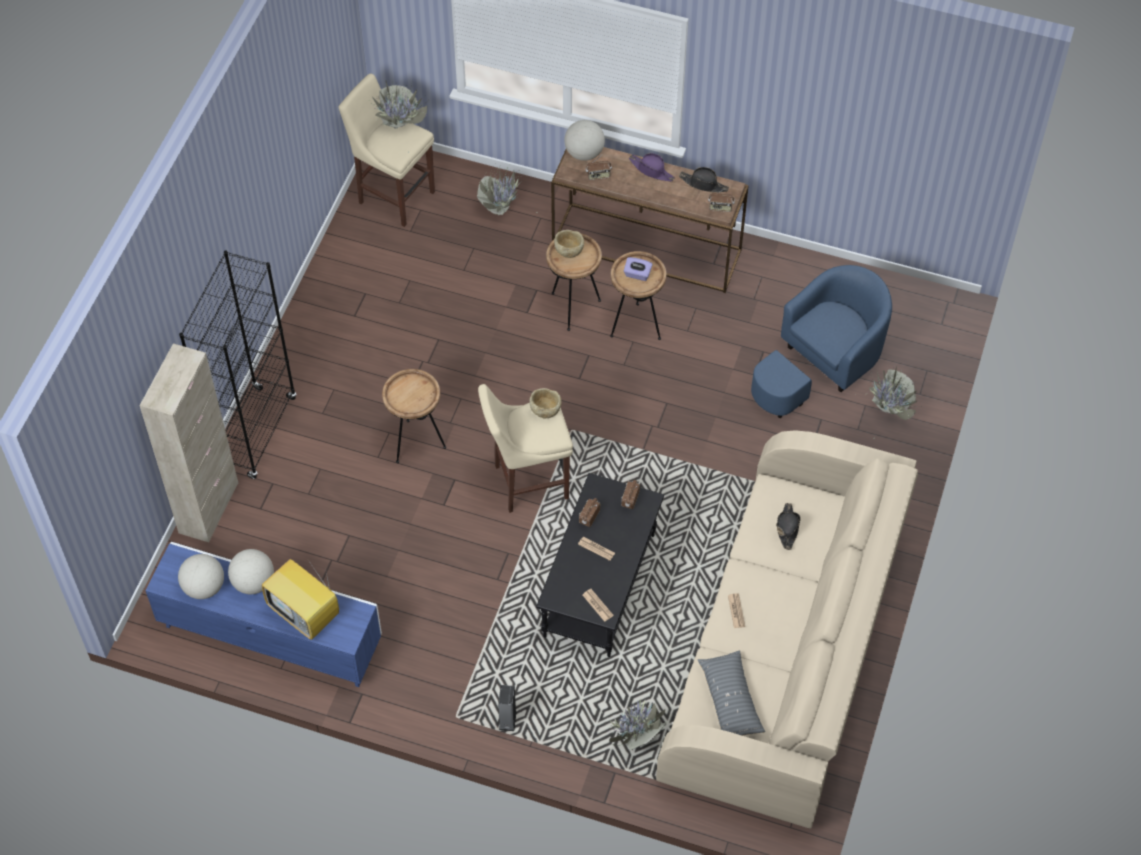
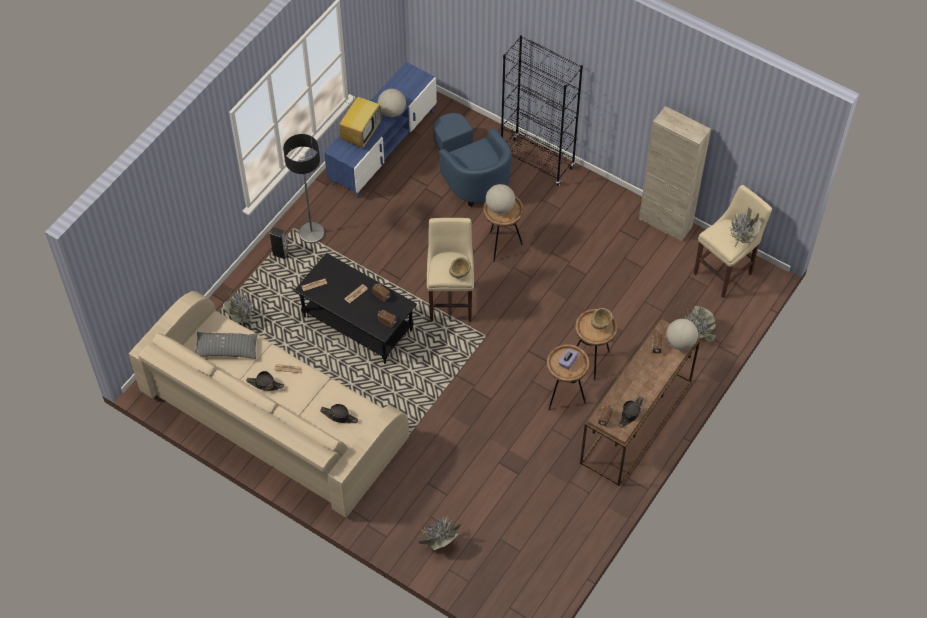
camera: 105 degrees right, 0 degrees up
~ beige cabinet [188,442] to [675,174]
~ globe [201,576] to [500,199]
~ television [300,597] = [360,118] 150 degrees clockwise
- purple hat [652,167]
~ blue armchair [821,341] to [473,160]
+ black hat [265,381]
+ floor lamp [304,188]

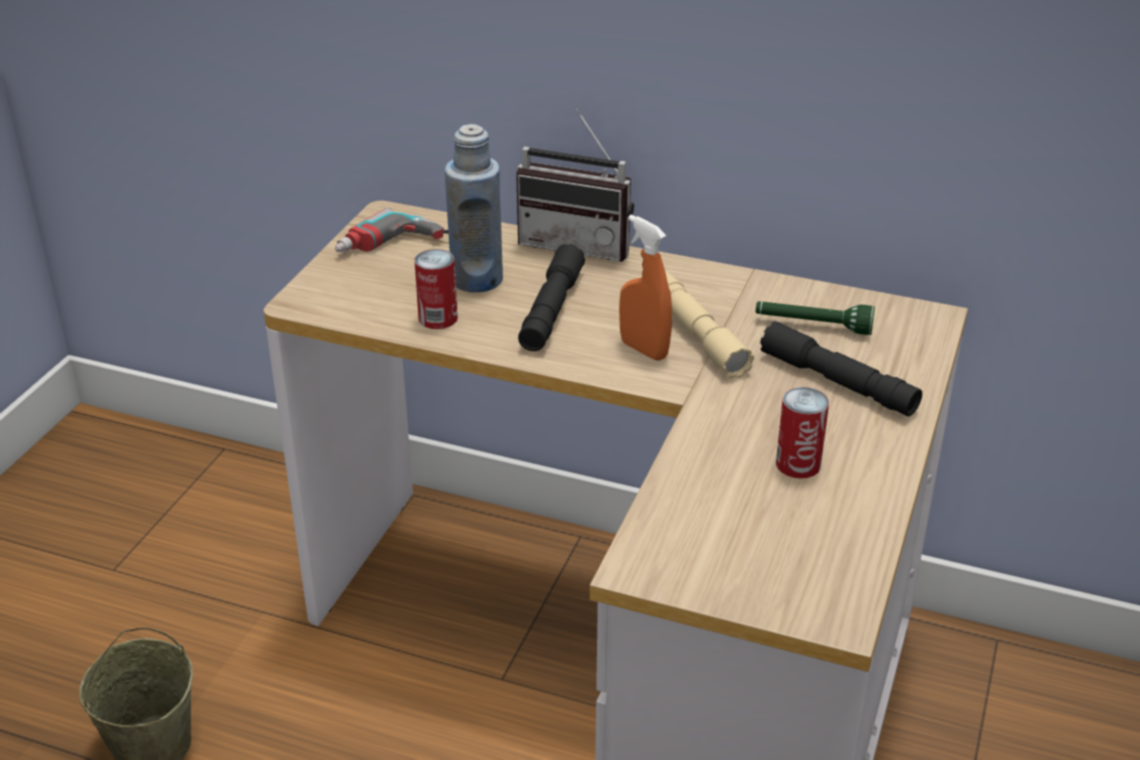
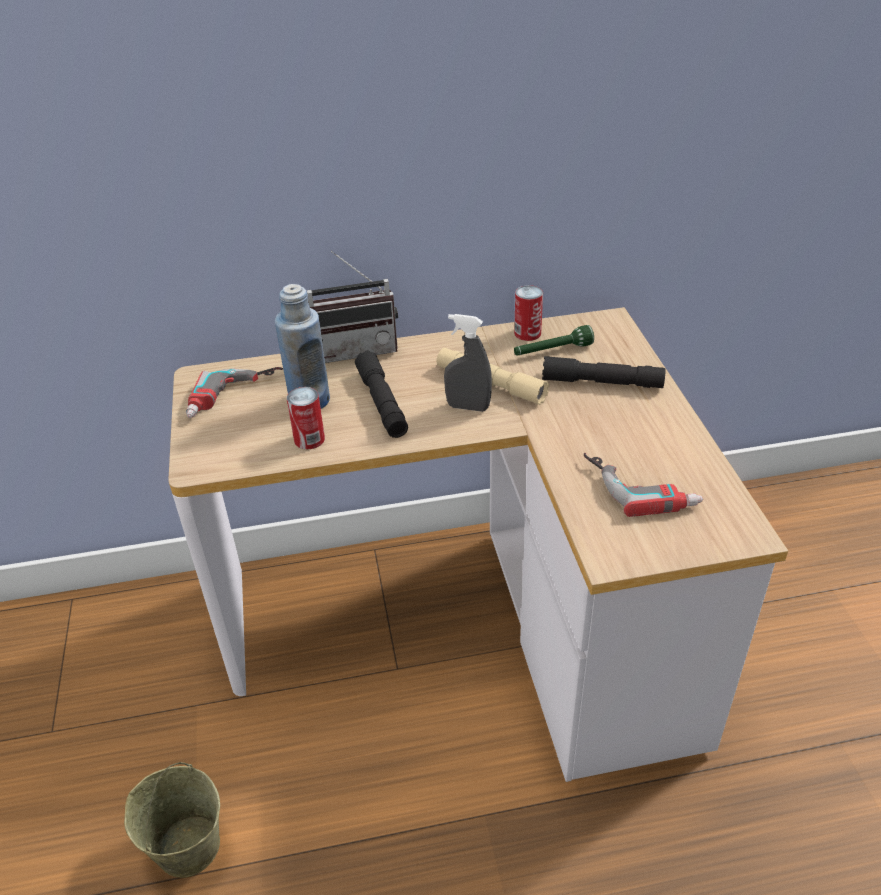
camera: 30 degrees left, 5 degrees up
~ orange spray bottle [645,288] to grey spray bottle [468,363]
~ can [802,433] to [528,313]
+ power drill [643,485]

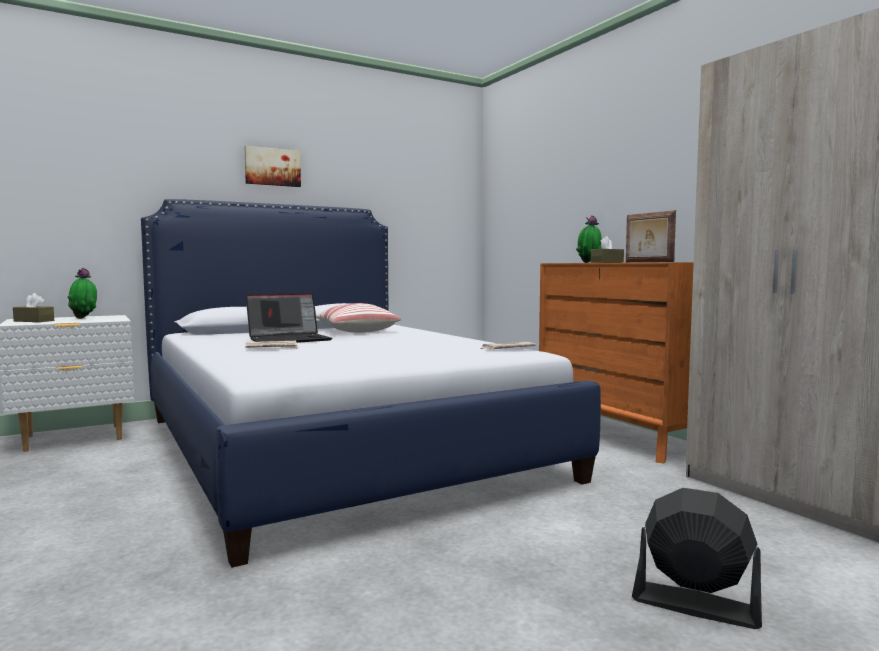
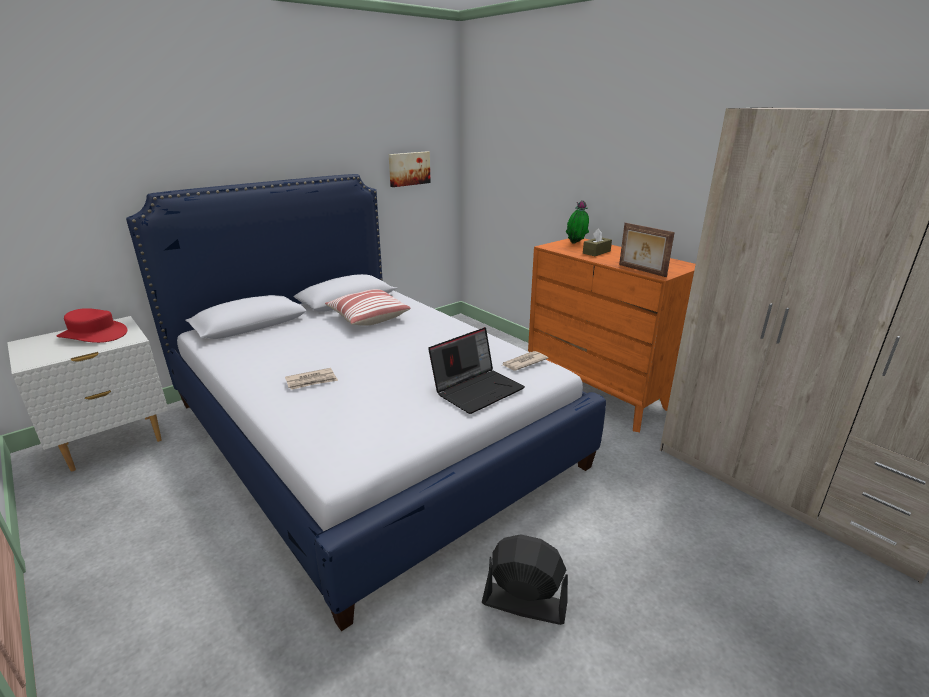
camera: 10 degrees left, 20 degrees up
- brown tissue box [33,307]
~ potted plant [82,293] to red hat [92,325]
~ picture [272,166] to [410,169]
~ laptop [289,318] to [476,370]
~ black fan [697,558] to [525,579]

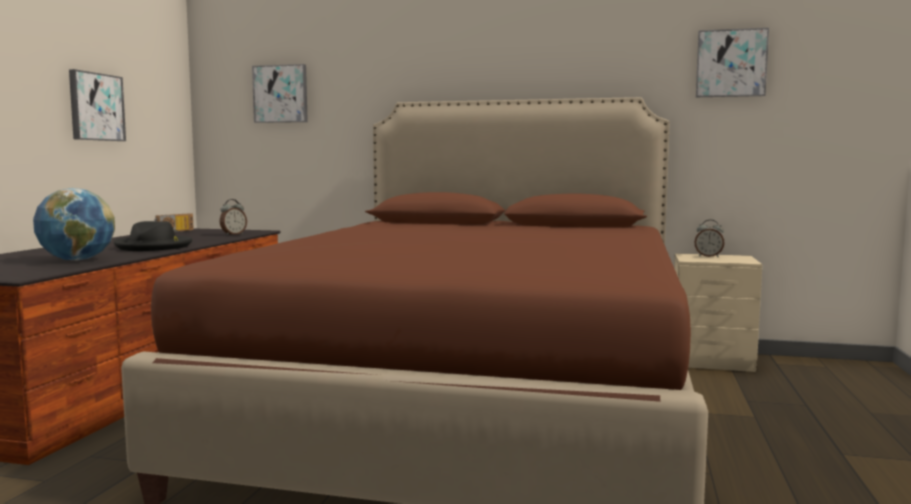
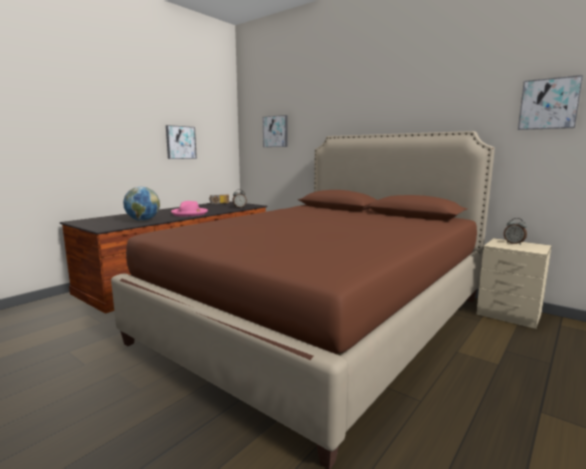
camera: 25 degrees right, 5 degrees up
~ black hat [153,236] to pink hat [189,208]

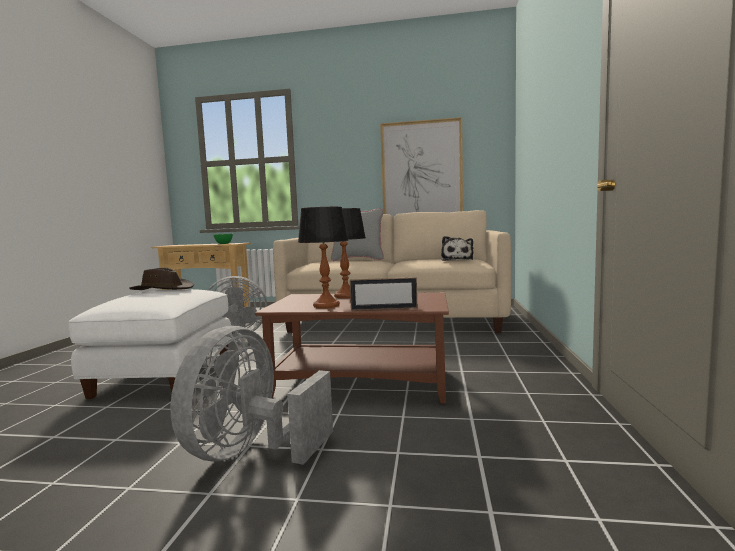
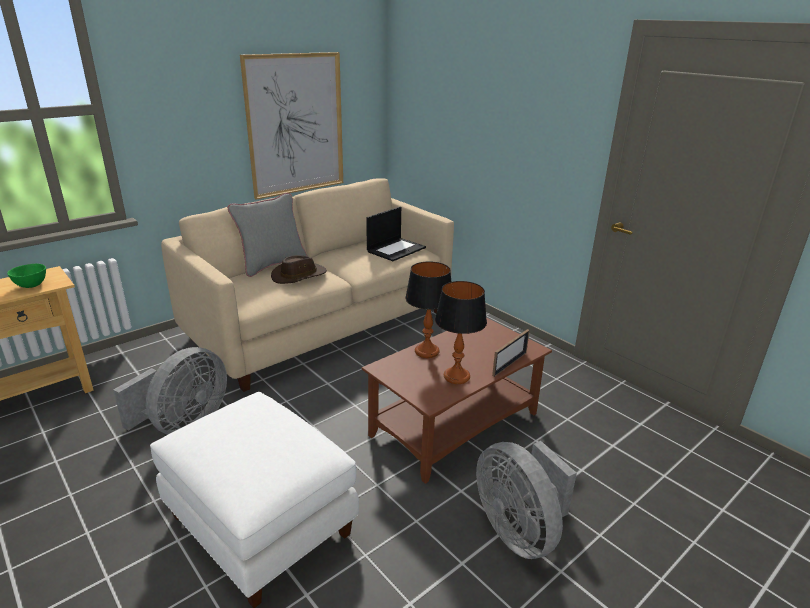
camera: 50 degrees left, 20 degrees up
~ brown hat [161,278] to [299,269]
~ plush toy [457,248] to laptop [396,234]

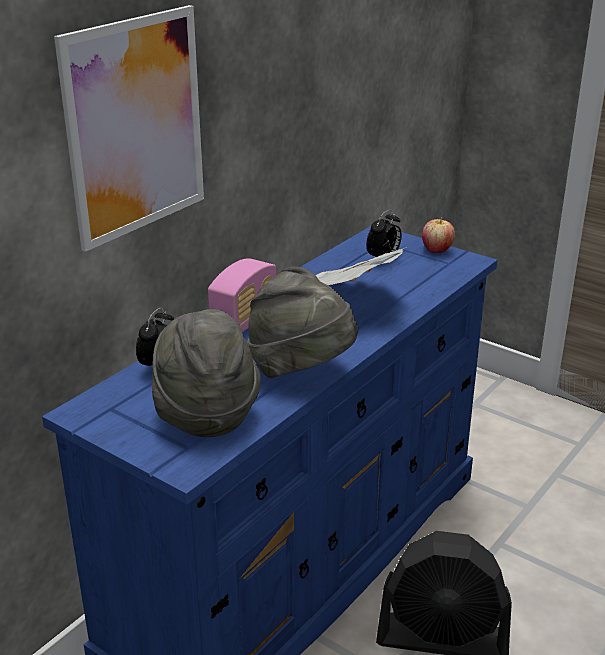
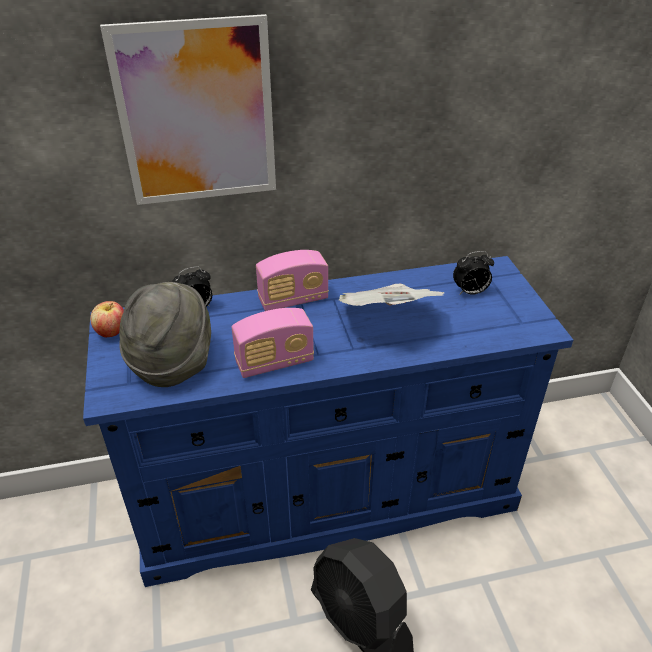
camera: 40 degrees right, 10 degrees up
~ grey hat [302,322] to radio [272,343]
~ apple [438,235] to [107,319]

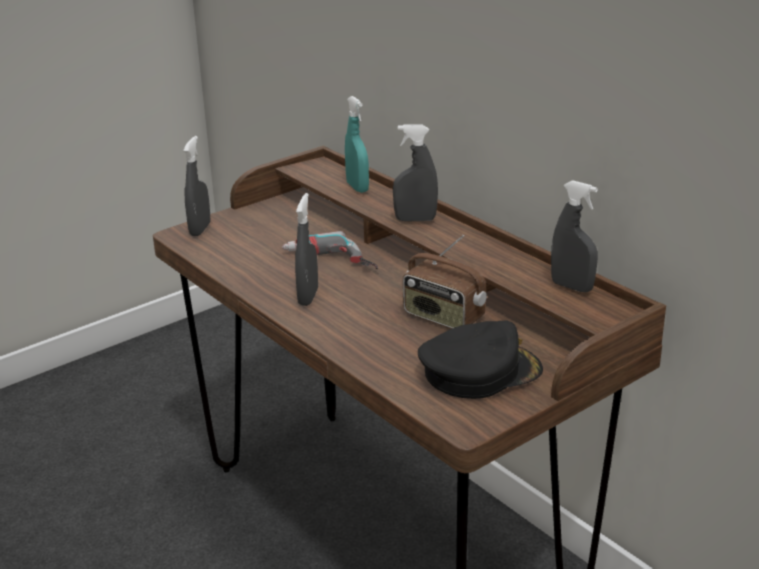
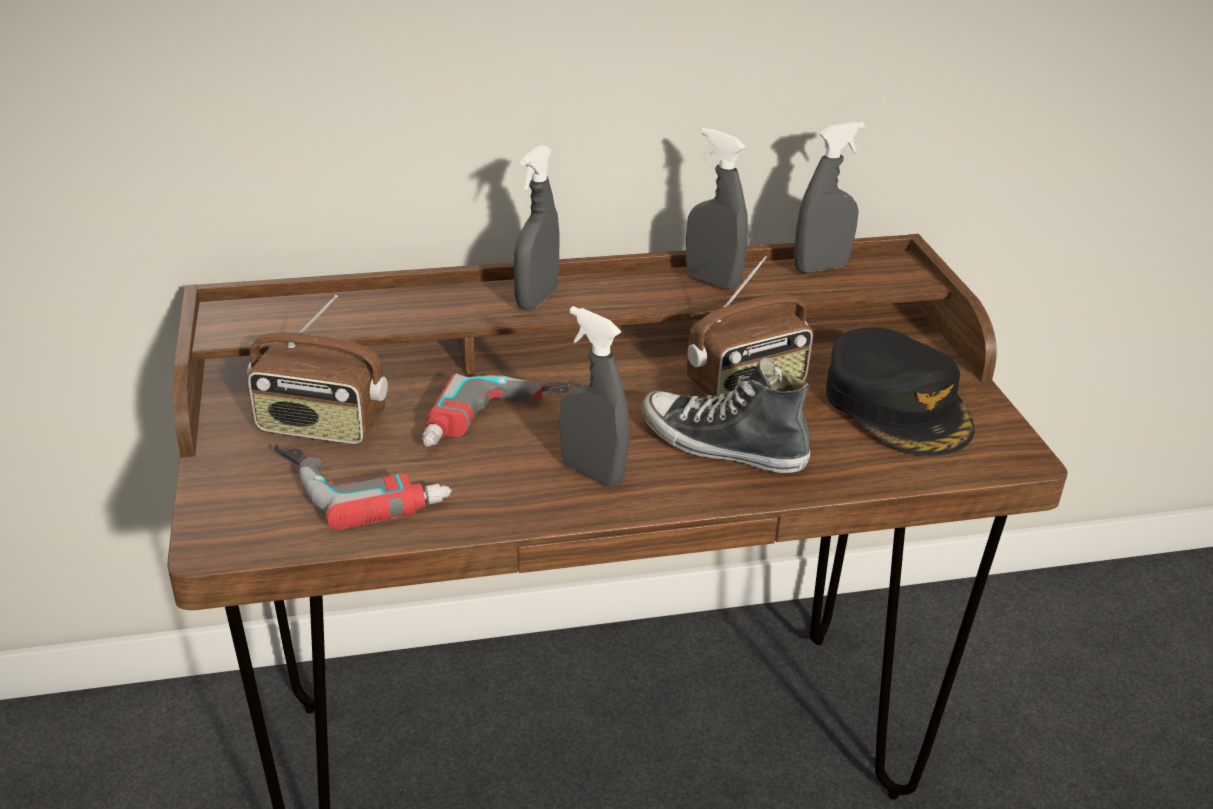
camera: 65 degrees left, 5 degrees up
~ grey spray bottle [196,186] to [717,209]
- turquoise spray bottle [357,144]
~ black cap [480,359] = [900,391] 150 degrees clockwise
+ radio [317,370]
+ power drill [363,487]
+ shoe [725,415]

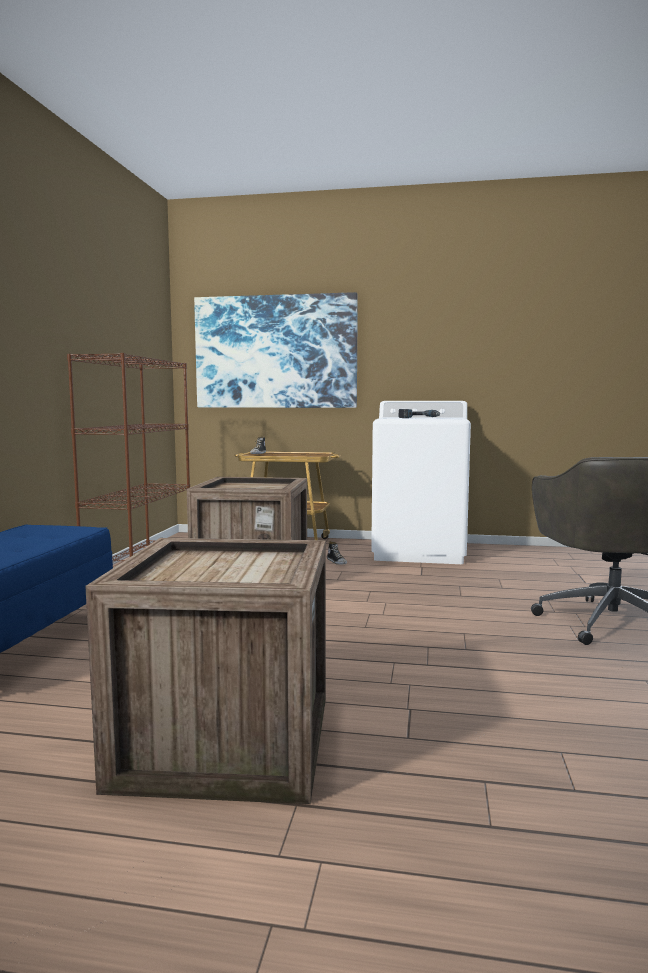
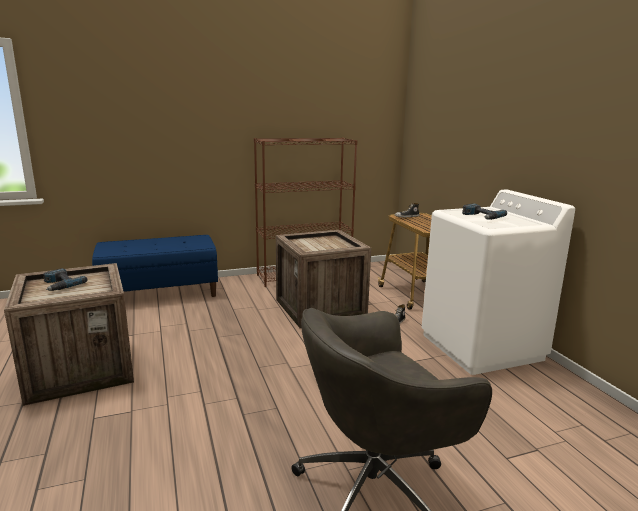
camera: 60 degrees right, 10 degrees up
- picture [276,350]
+ power drill [65,279]

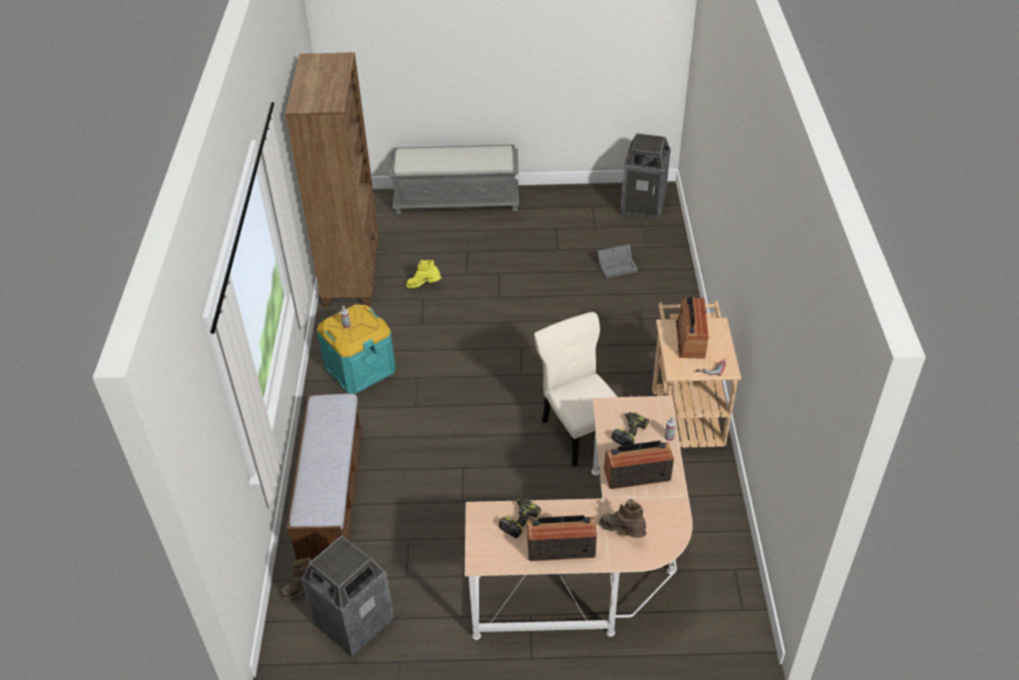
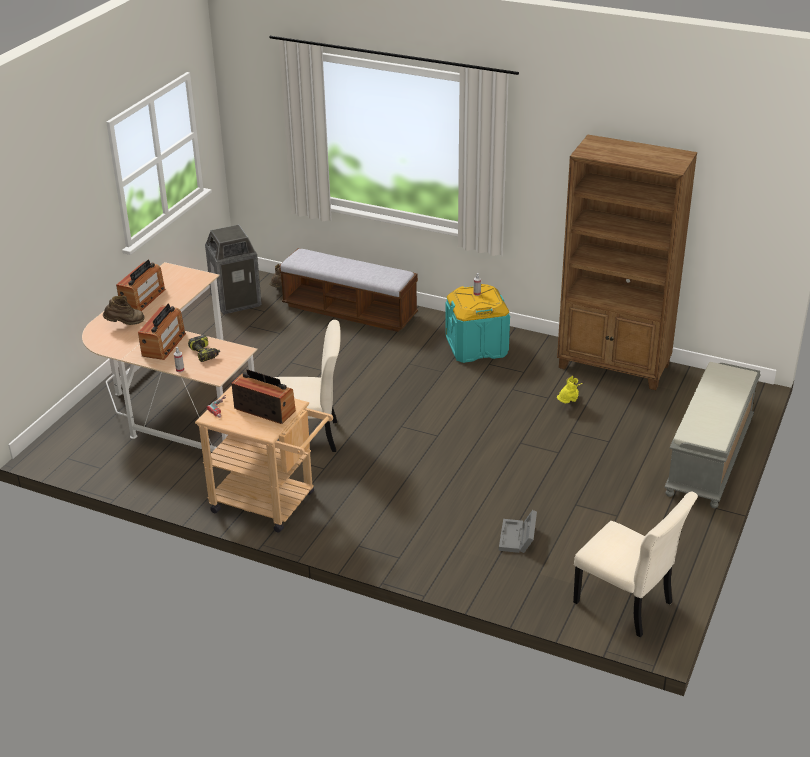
camera: 115 degrees right, 10 degrees down
- power drill [520,518]
~ trash can [646,176] to beige chair [635,564]

